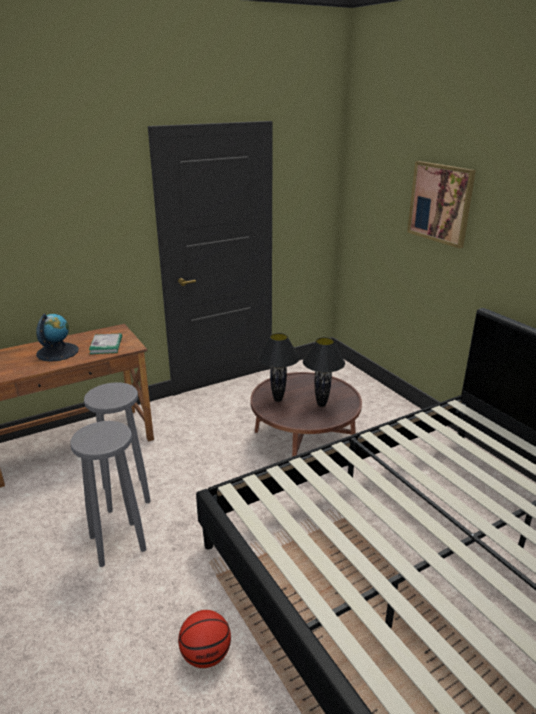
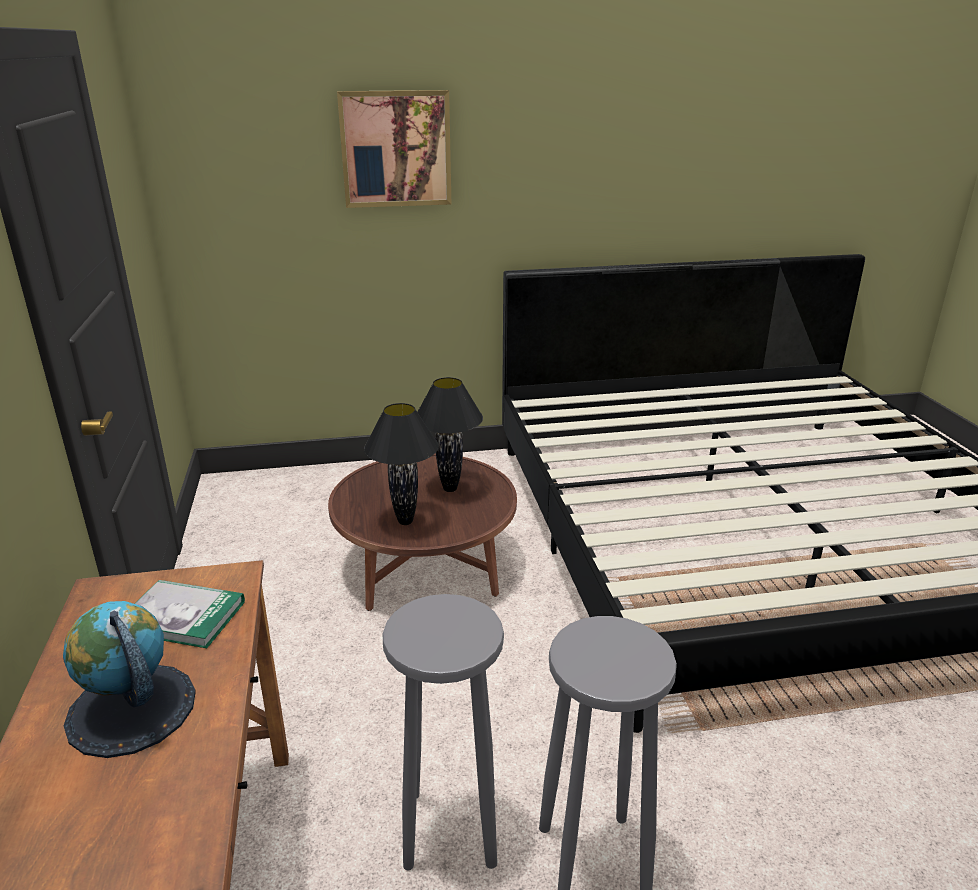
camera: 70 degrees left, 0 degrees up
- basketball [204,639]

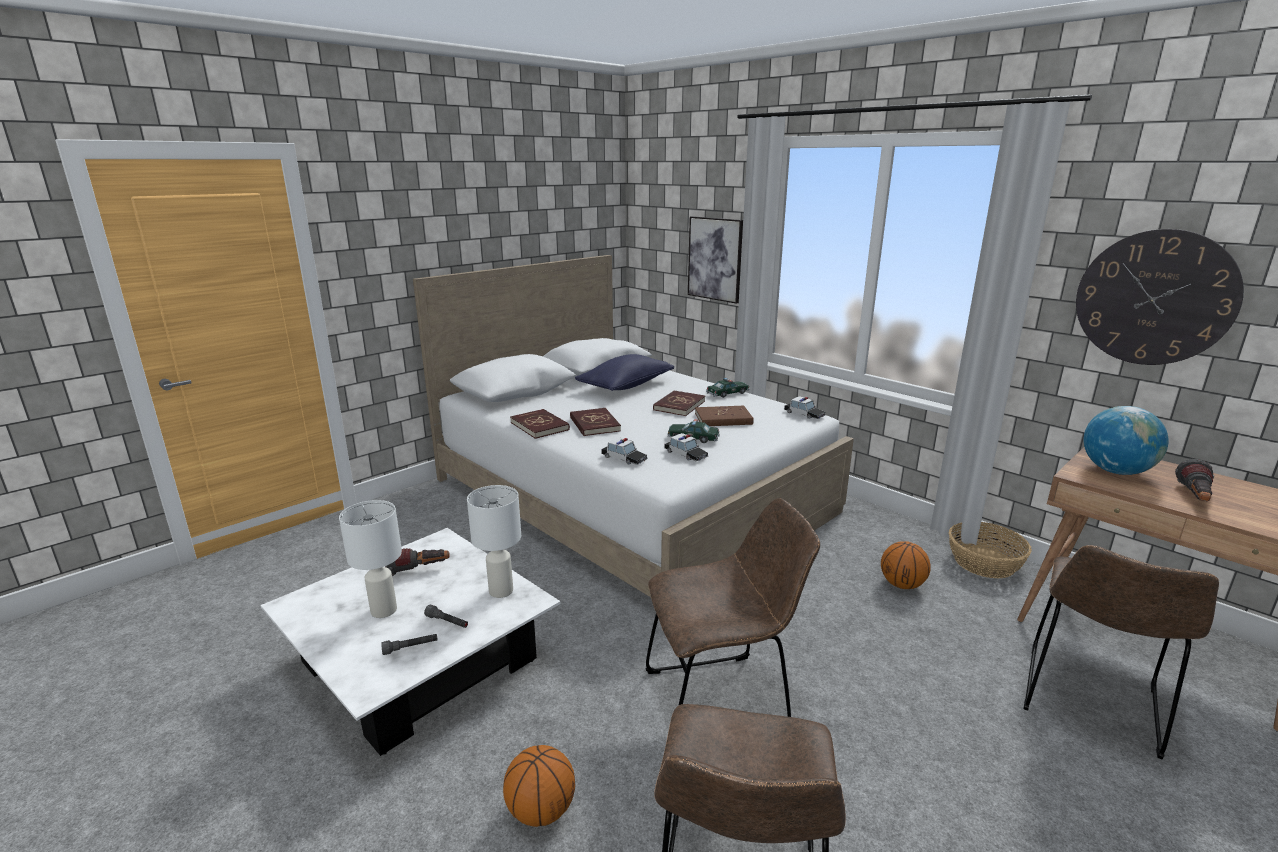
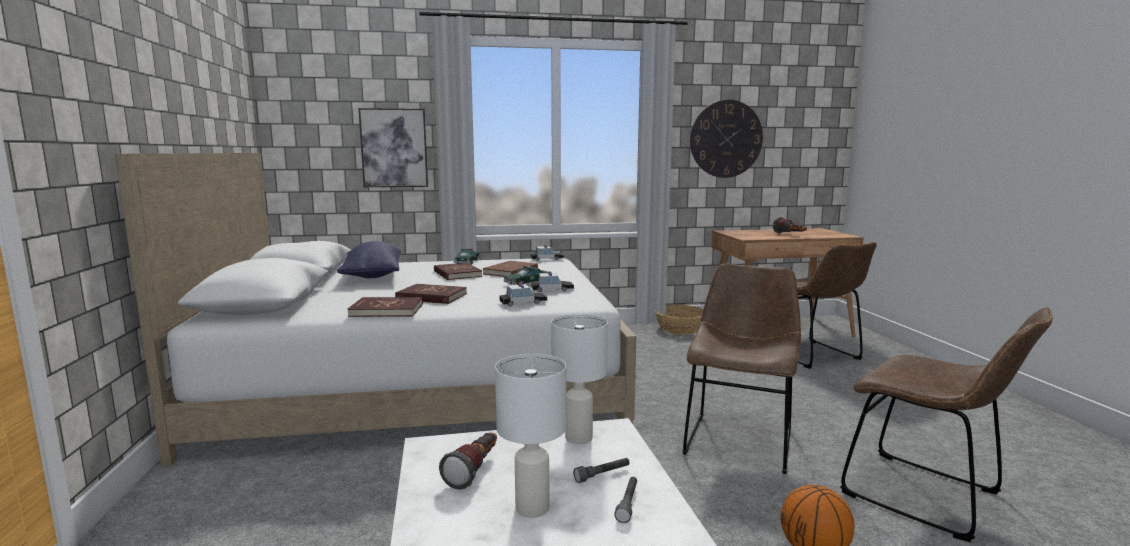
camera: 55 degrees left, 10 degrees down
- basketball [906,565]
- globe [1126,440]

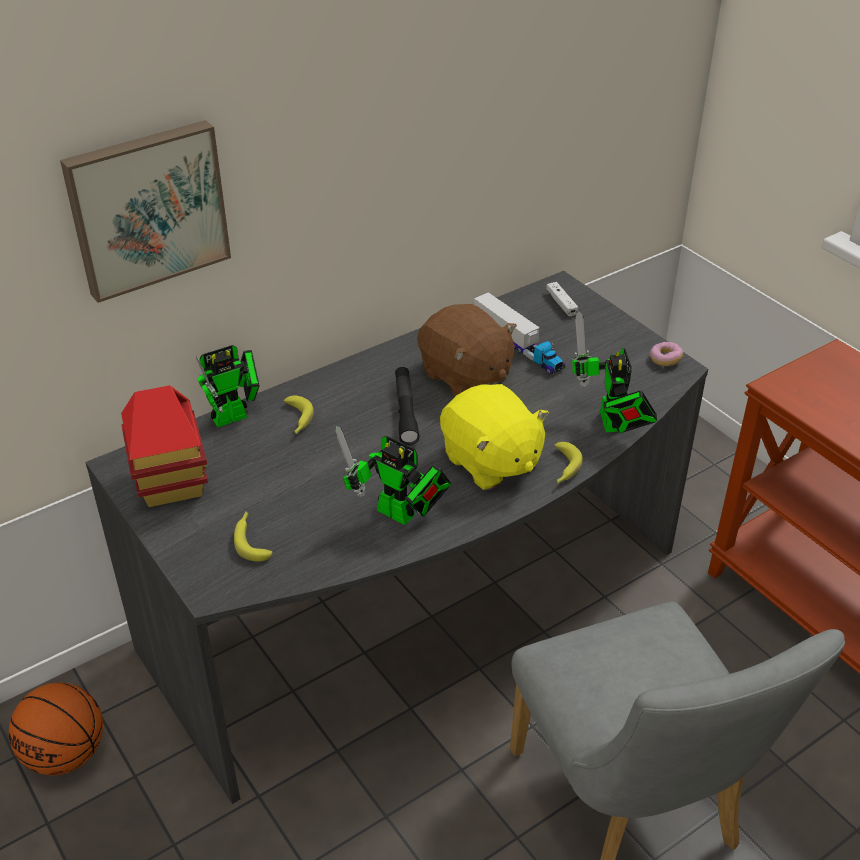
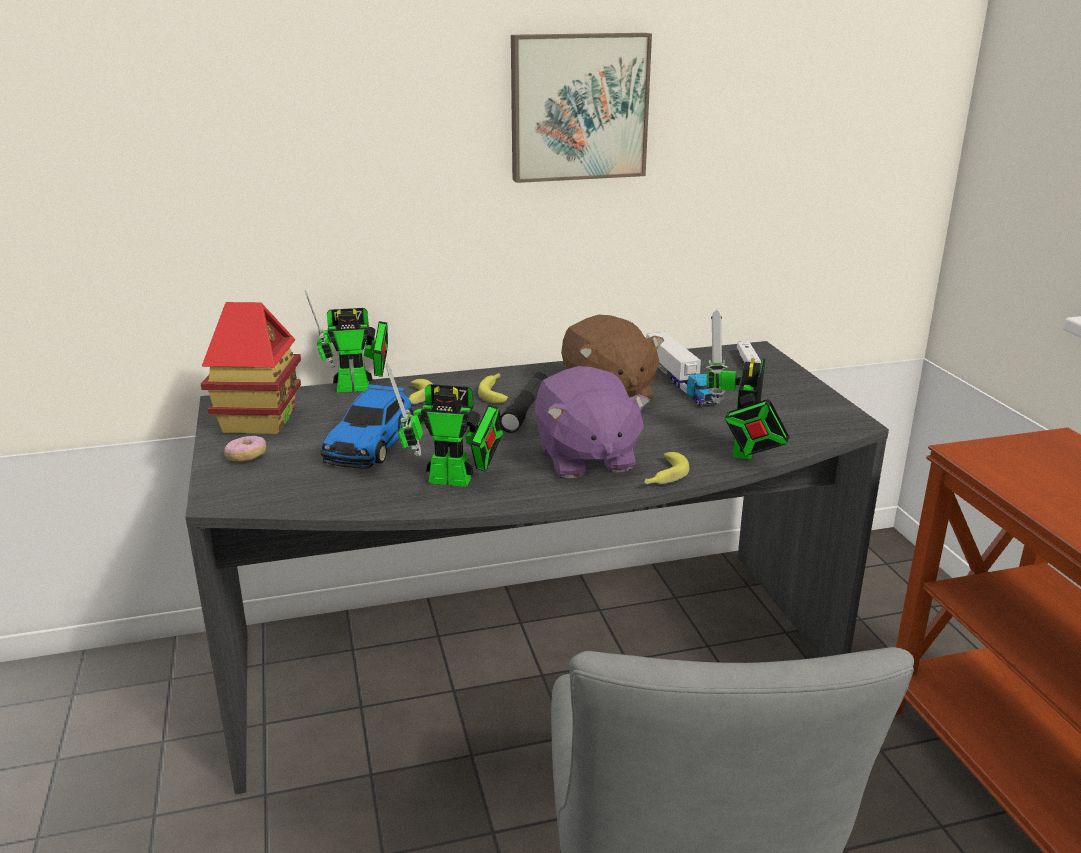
camera: 20 degrees right, 15 degrees down
- basketball [56,728]
~ picture [145,211] to [581,108]
~ banana [253,536] to [493,388]
~ toy robot [393,475] = [444,425] 45 degrees counterclockwise
~ yellow plush toy [494,437] to purple plush toy [592,422]
~ donut [666,354] to [245,448]
+ toy car [367,426]

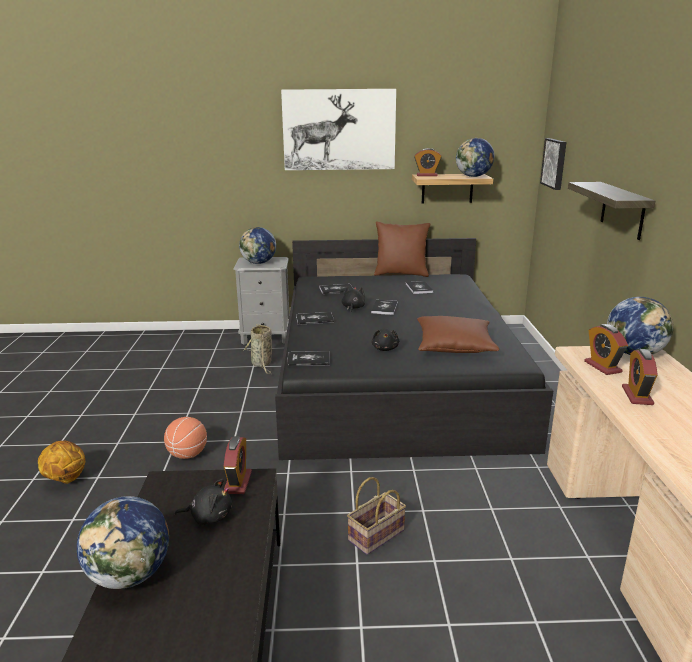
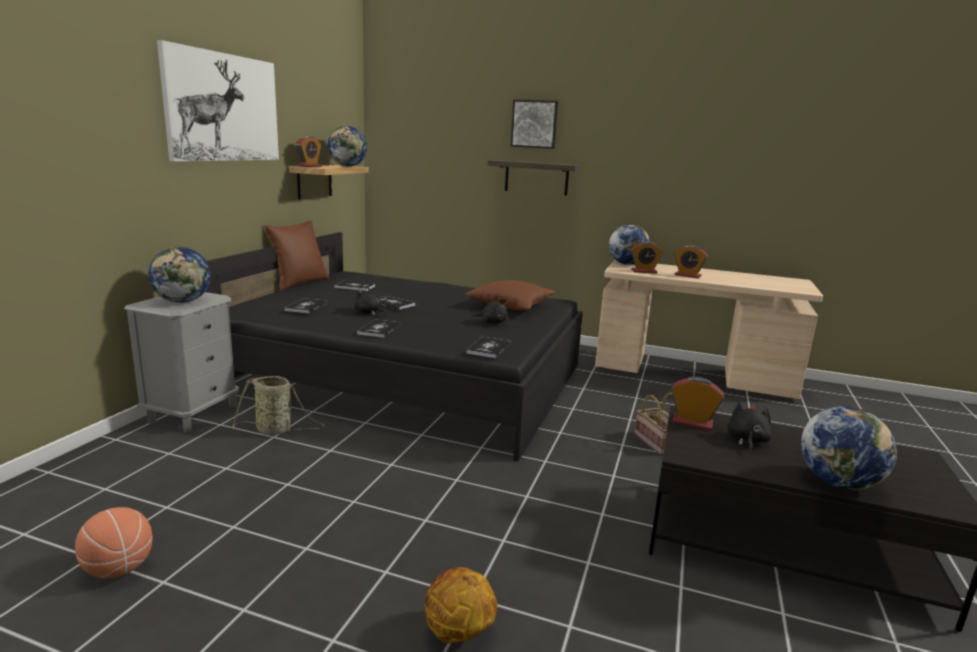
camera: 70 degrees left, 5 degrees down
~ basketball [185,438] to [114,543]
~ picture [553,164] to [534,124]

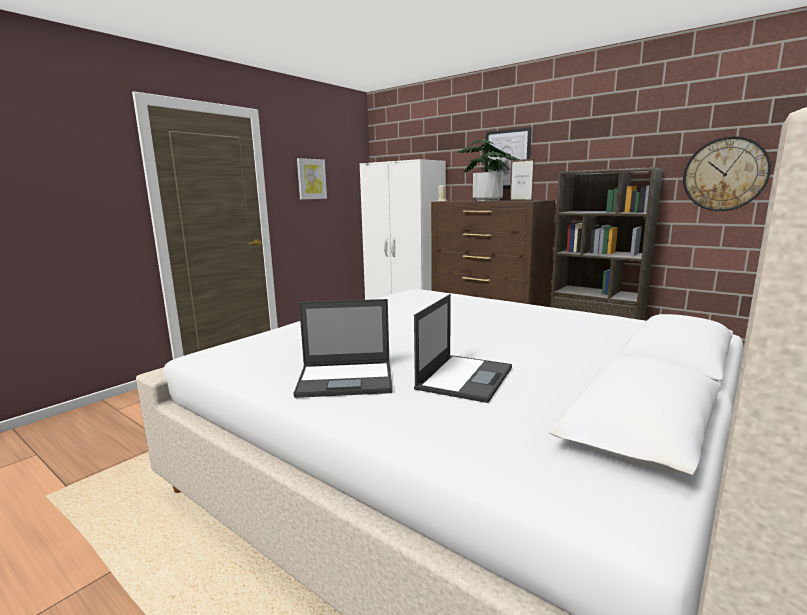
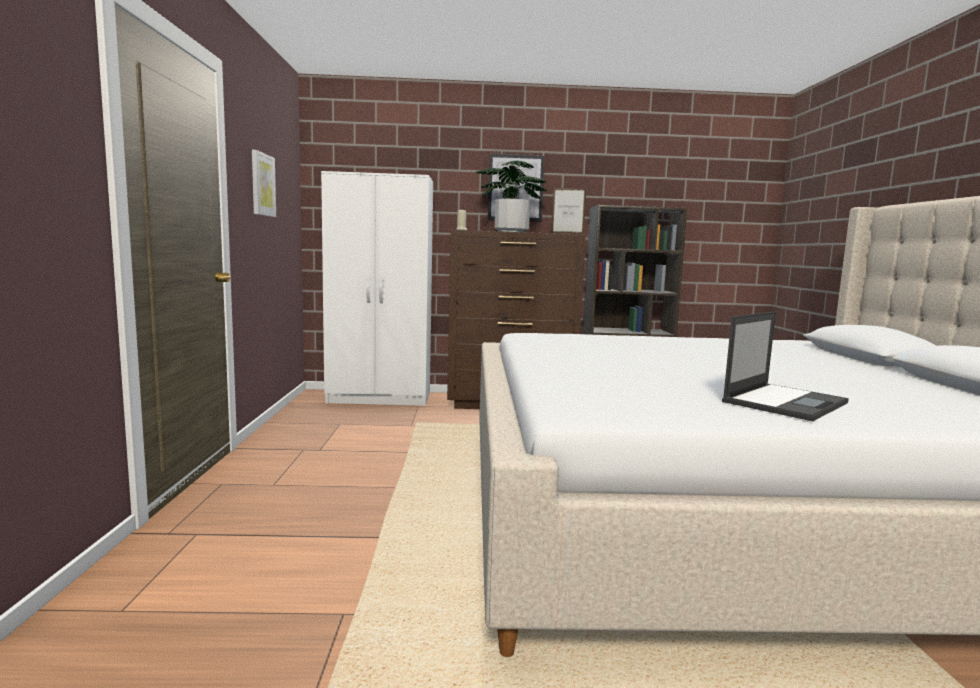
camera: 40 degrees left, 5 degrees down
- laptop [463,348]
- wall clock [727,173]

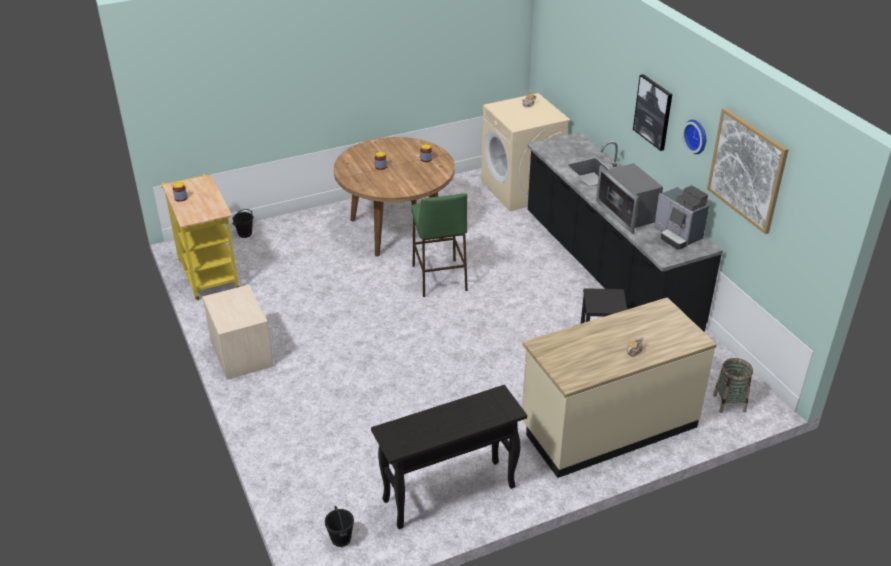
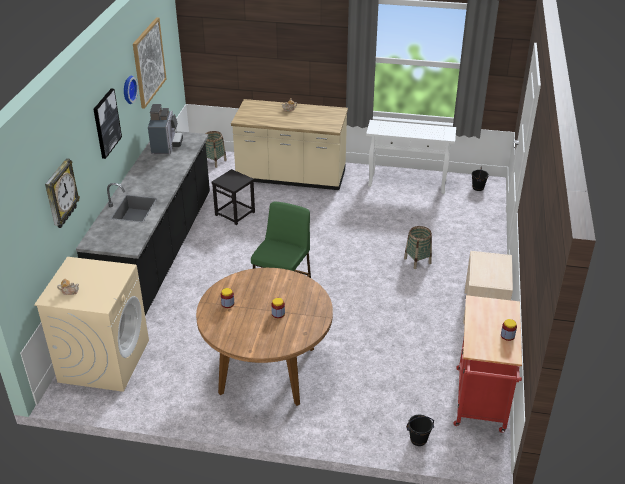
camera: 145 degrees left, 0 degrees up
~ yellow cart [201,237] to red cart [487,363]
~ black console table [449,457] to white console table [411,157]
- microwave [629,198]
+ wall clock [62,193]
+ basket [418,247]

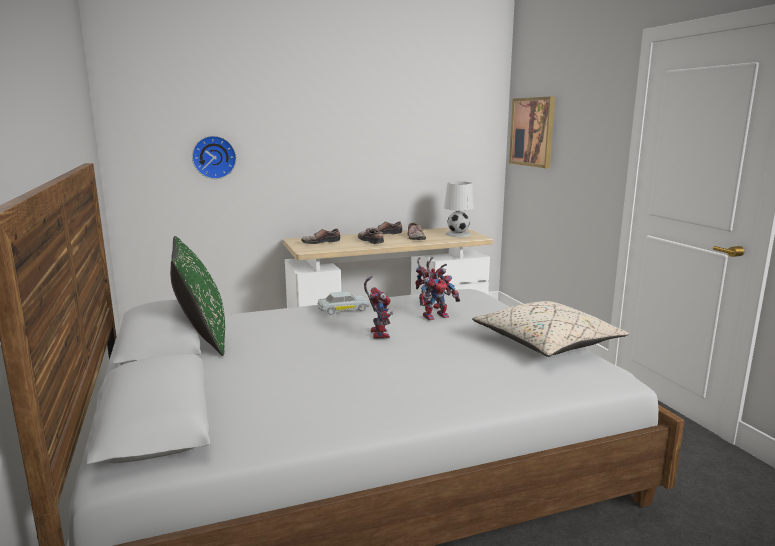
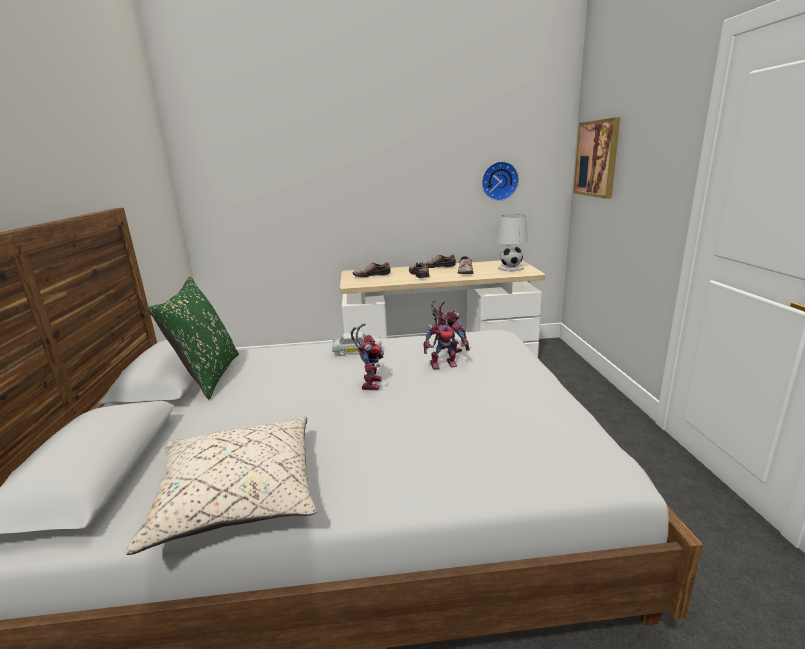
camera: 15 degrees right, 5 degrees up
~ wall clock [214,157] to [500,181]
~ beige pillow [550,329] to [221,485]

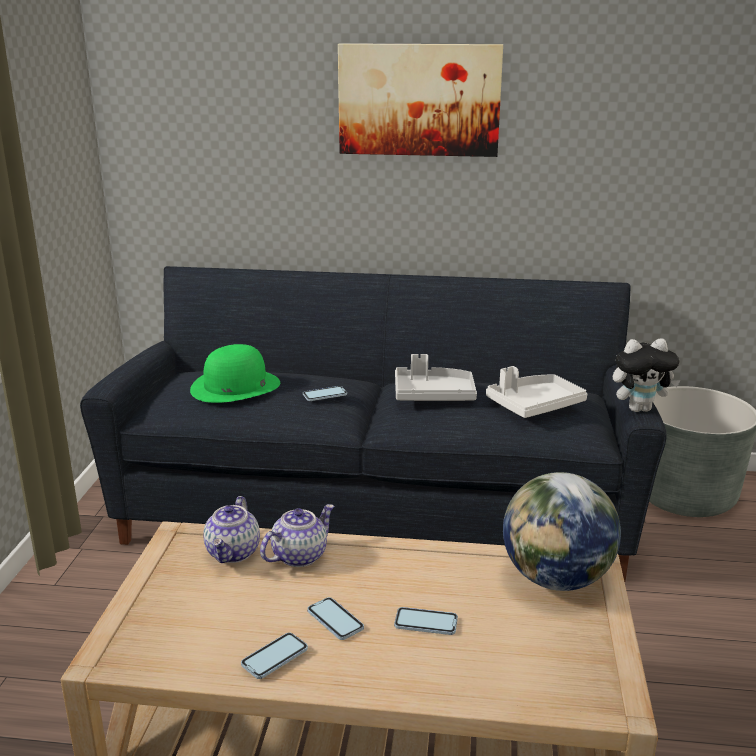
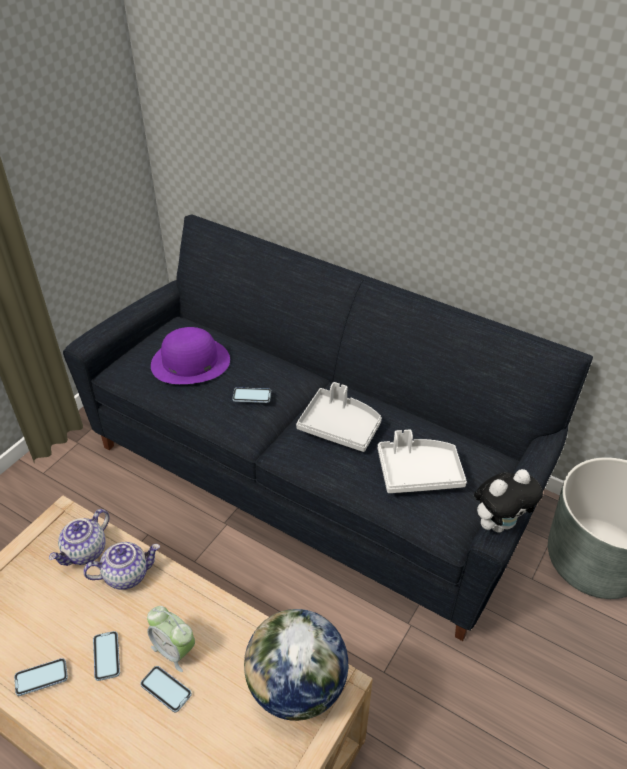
camera: 25 degrees right, 20 degrees up
~ green hat [235,373] to purple hat [190,355]
- picture [420,100]
~ plush toy [646,375] = [508,501] 45 degrees counterclockwise
+ alarm clock [171,639]

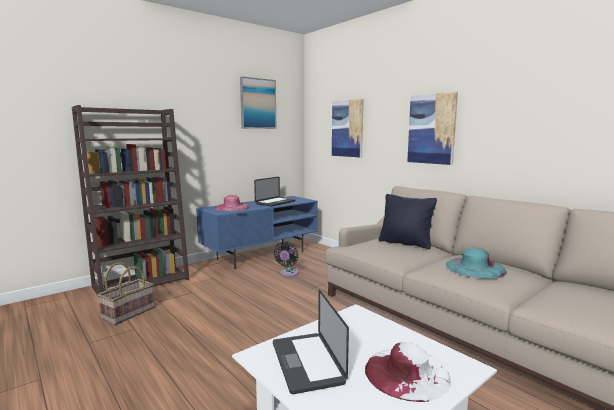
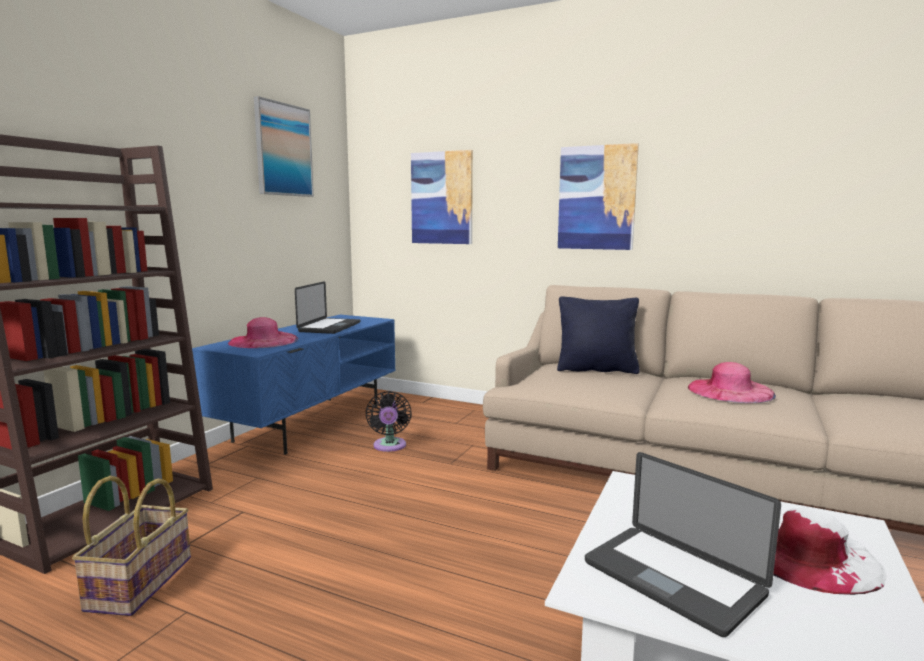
camera: 25 degrees left, 0 degrees up
~ turquoise hat [476,263] to pink hat [732,382]

